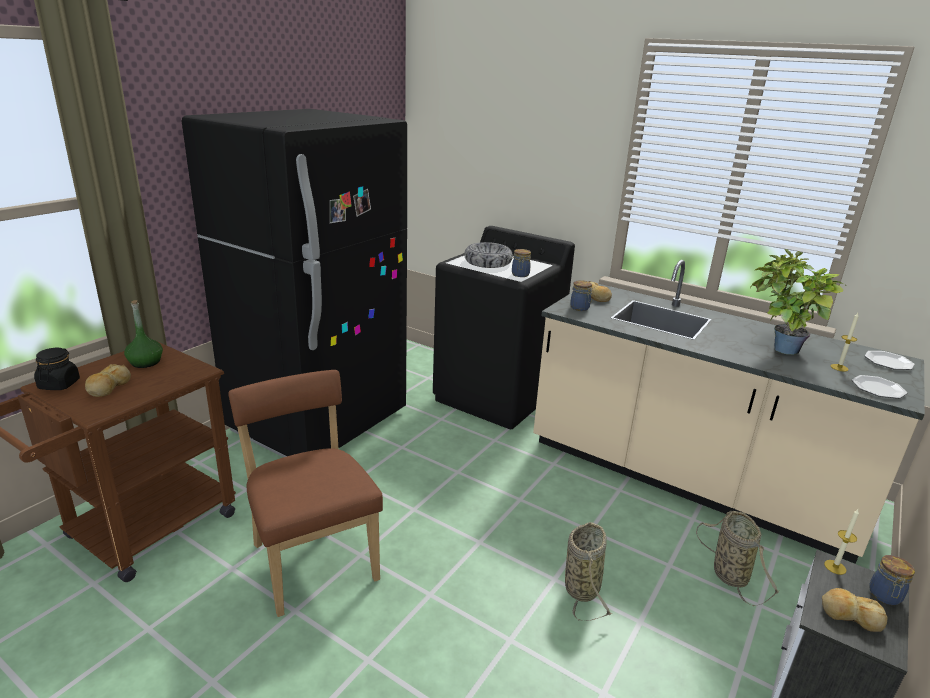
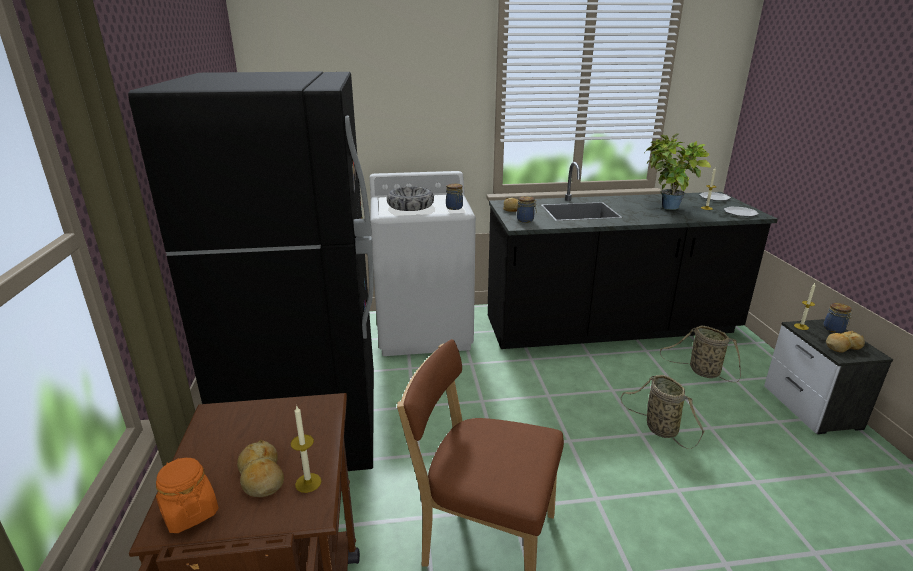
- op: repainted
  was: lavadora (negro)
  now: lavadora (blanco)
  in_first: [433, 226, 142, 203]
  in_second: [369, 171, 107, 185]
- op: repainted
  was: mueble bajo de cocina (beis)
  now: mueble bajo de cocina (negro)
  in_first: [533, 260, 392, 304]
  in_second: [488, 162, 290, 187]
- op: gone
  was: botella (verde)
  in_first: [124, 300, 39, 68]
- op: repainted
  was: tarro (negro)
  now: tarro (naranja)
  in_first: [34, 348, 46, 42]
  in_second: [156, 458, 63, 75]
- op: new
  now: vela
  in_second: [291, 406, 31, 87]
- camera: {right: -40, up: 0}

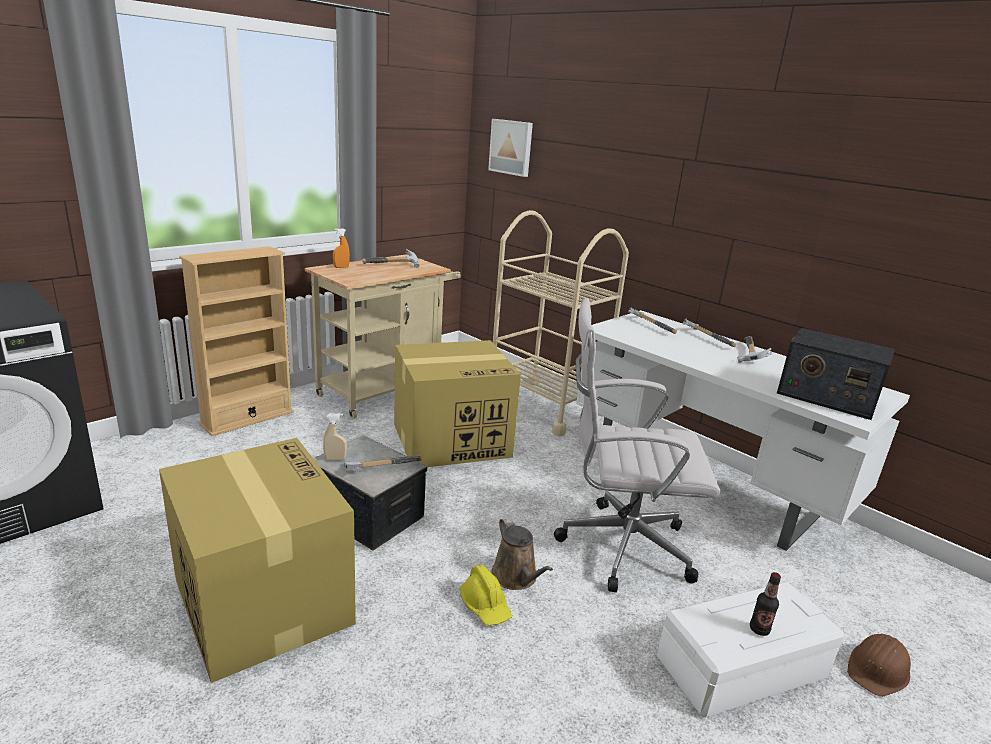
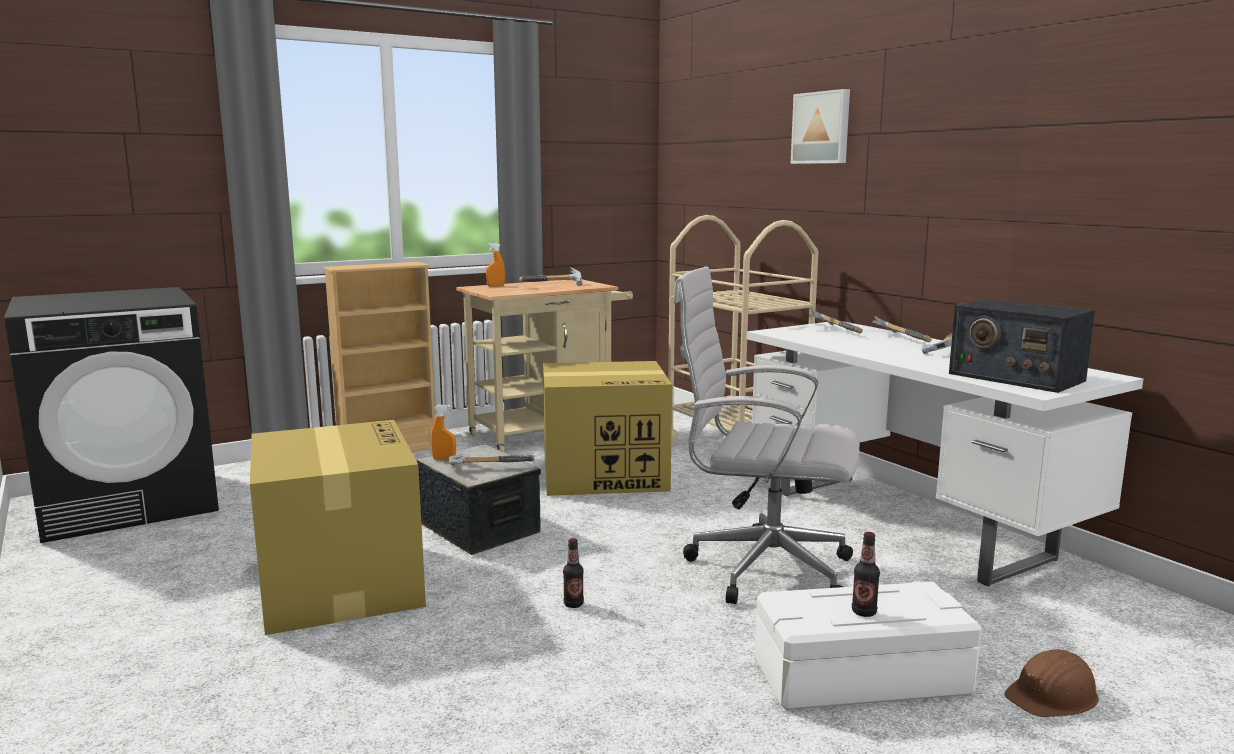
- op: shifted
  was: cuadro
  in_first: [488, 119, 45, 58]
  in_second: [791, 89, 59, 75]
- op: repainted
  was: pulverizador (beis)
  now: pulverizador (naranja)
  in_first: [323, 413, 24, 48]
  in_second: [431, 405, 25, 55]
- op: gone
  was: regadera (marrón)
  in_first: [491, 517, 62, 73]
- op: swapped
  was: casco (amarillo)
  now: botella
  in_first: [459, 565, 53, 60]
  in_second: [563, 538, 21, 70]
- camera: {right: 15, up: -10}

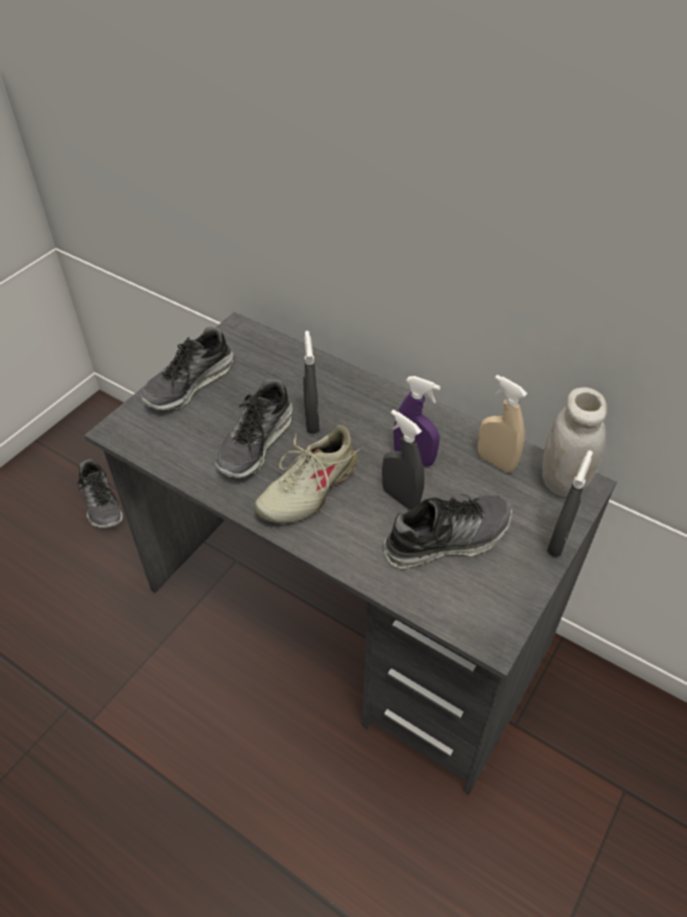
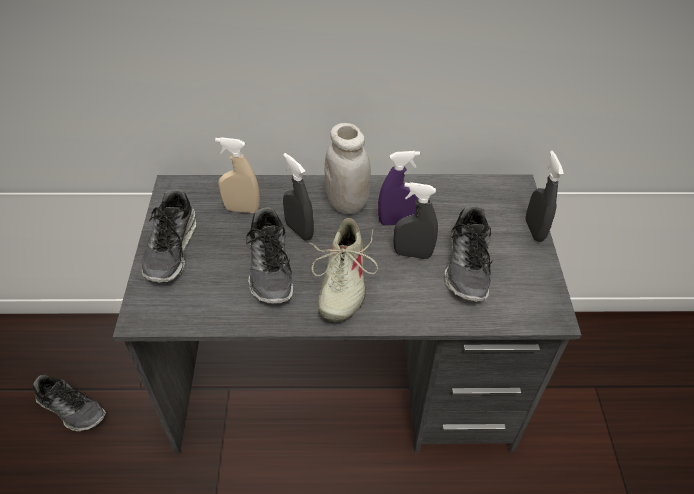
- op: shifted
  was: pulverizador (beis)
  in_first: [477, 375, 50, 98]
  in_second: [215, 137, 45, 76]
- op: shifted
  was: tarro (blanco)
  in_first: [542, 387, 65, 110]
  in_second: [325, 123, 46, 91]
- op: rotated
  was: zapato
  in_first: [384, 494, 128, 74]
  in_second: [445, 205, 48, 97]
  clockwise: 150
- camera: {right: -35, up: 0}

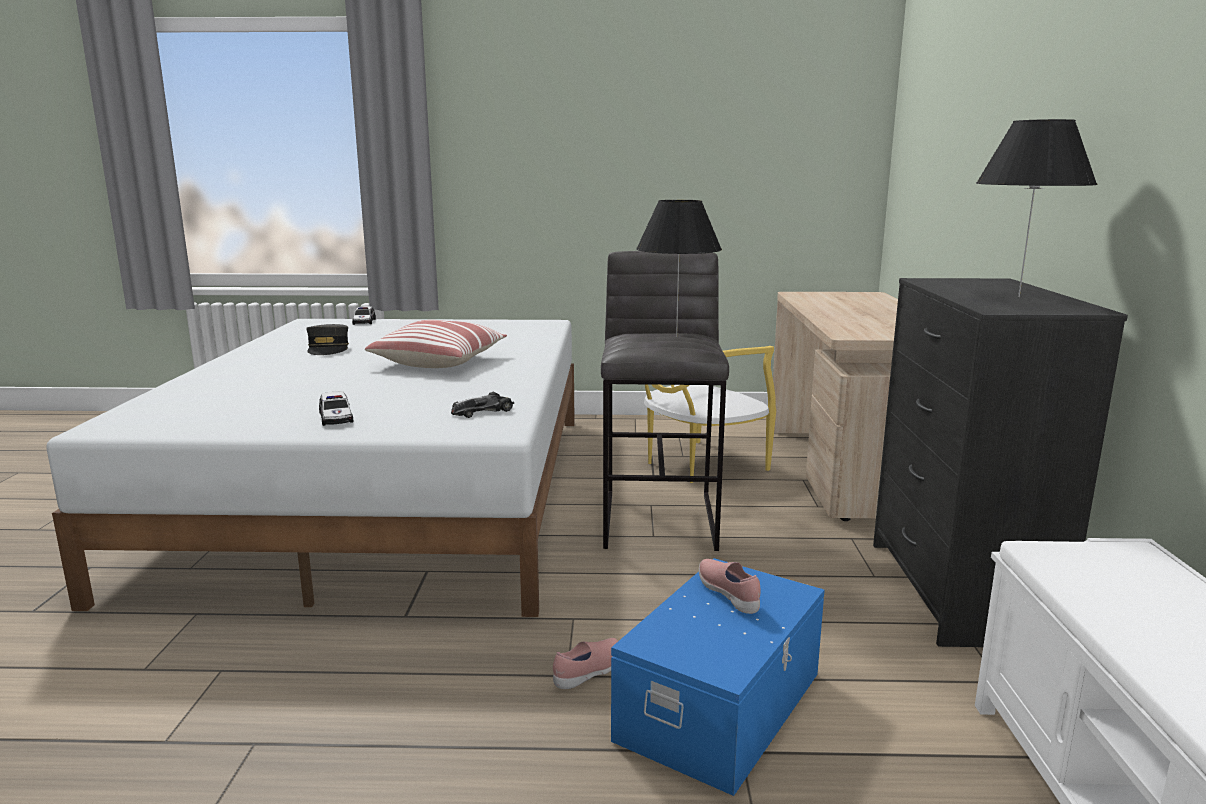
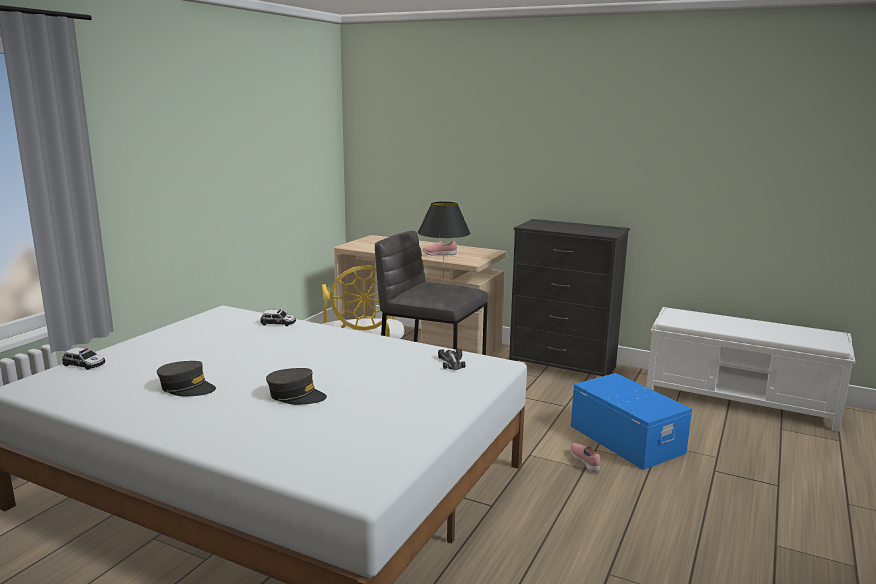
- op: gone
  was: lámpara de mesa (negro)
  in_first: [976, 119, 122, 178]
- op: gone
  was: cojín
  in_first: [365, 320, 142, 48]
- op: shifted
  was: coche de juguete
  in_first: [319, 391, 34, 35]
  in_second: [260, 309, 36, 17]
- op: shifted
  was: zapato (rosa)
  in_first: [699, 559, 62, 55]
  in_second: [422, 241, 35, 15]
- op: new
  now: gorra (gris)
  in_second: [266, 368, 61, 37]
- camera: {right: -65, up: 0}

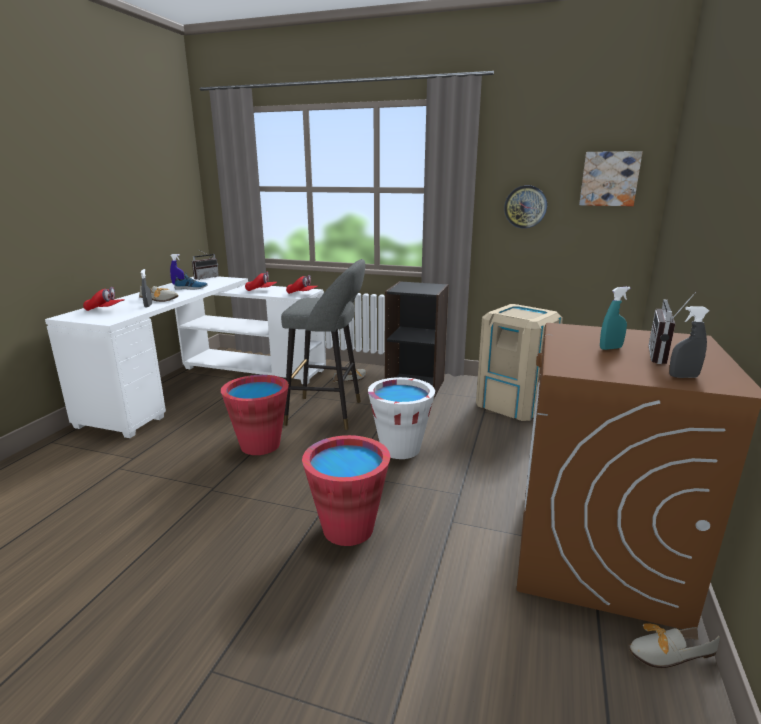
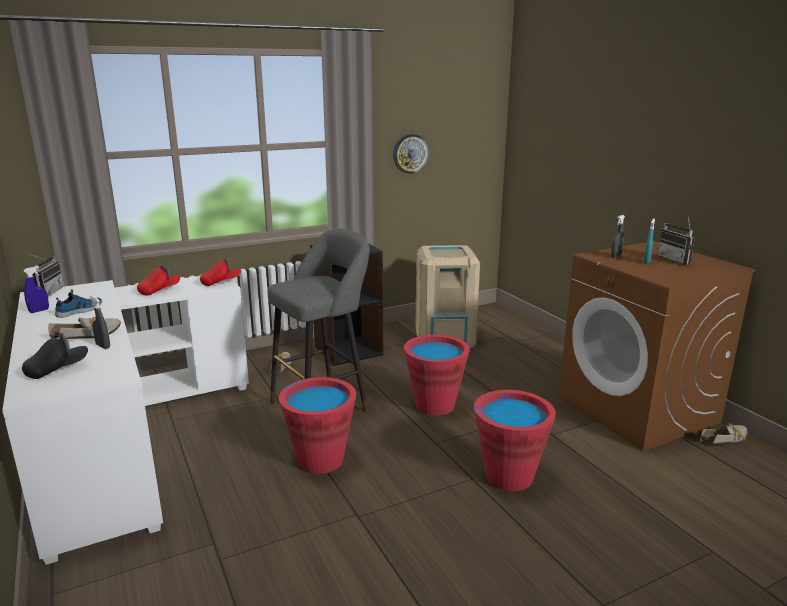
- op: gone
  was: cuadro
  in_first: [579, 151, 64, 55]
- op: repainted
  was: gorra (rojo)
  now: gorra (negro)
  in_first: [83, 287, 41, 24]
  in_second: [22, 333, 66, 46]
- op: shifted
  was: pulverizador (gris)
  in_first: [669, 306, 40, 72]
  in_second: [611, 215, 14, 43]
- op: repainted
  was: cubo (blanco)
  now: cubo (rojo)
  in_first: [368, 377, 67, 82]
  in_second: [404, 335, 66, 80]
- op: rotated
  was: zapato
  in_first: [629, 623, 91, 45]
  in_second: [700, 423, 48, 22]
  clockwise: -150
- camera: {right: -45, up: 0}

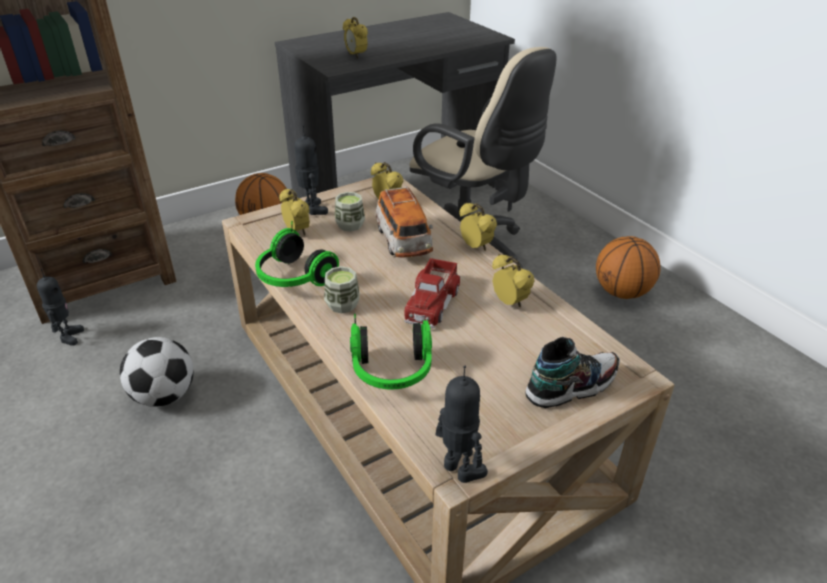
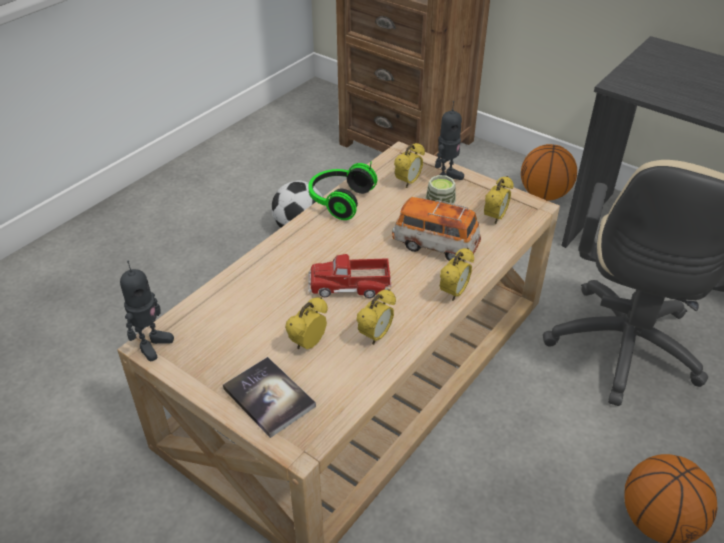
- op: shifted
  was: despertador
  in_first: [343, 17, 25, 42]
  in_second: [285, 297, 43, 52]
- op: rotated
  was: coche de juguete
  in_first: [375, 186, 58, 72]
  in_second: [392, 197, 89, 64]
  clockwise: 60
- op: gone
  was: taza
  in_first: [324, 266, 36, 47]
- op: gone
  was: robot de juguete
  in_first: [37, 269, 47, 77]
- op: gone
  was: auriculares
  in_first: [350, 314, 82, 75]
- op: swapped
  was: zapato
  now: libro
  in_first: [525, 337, 95, 71]
  in_second: [223, 357, 93, 81]
- camera: {right: 70, up: 5}

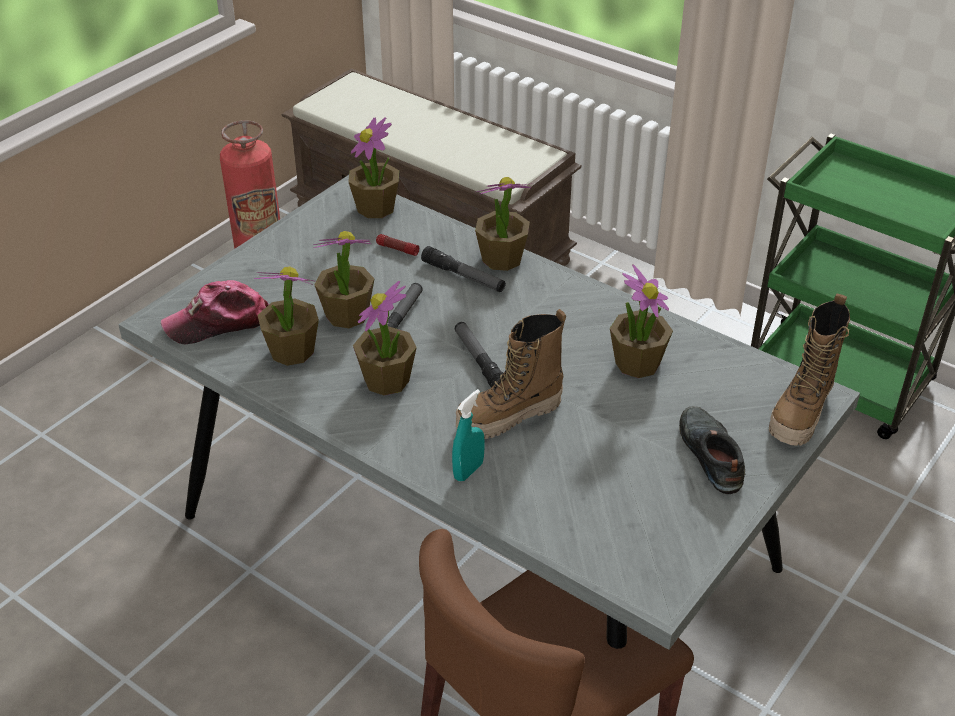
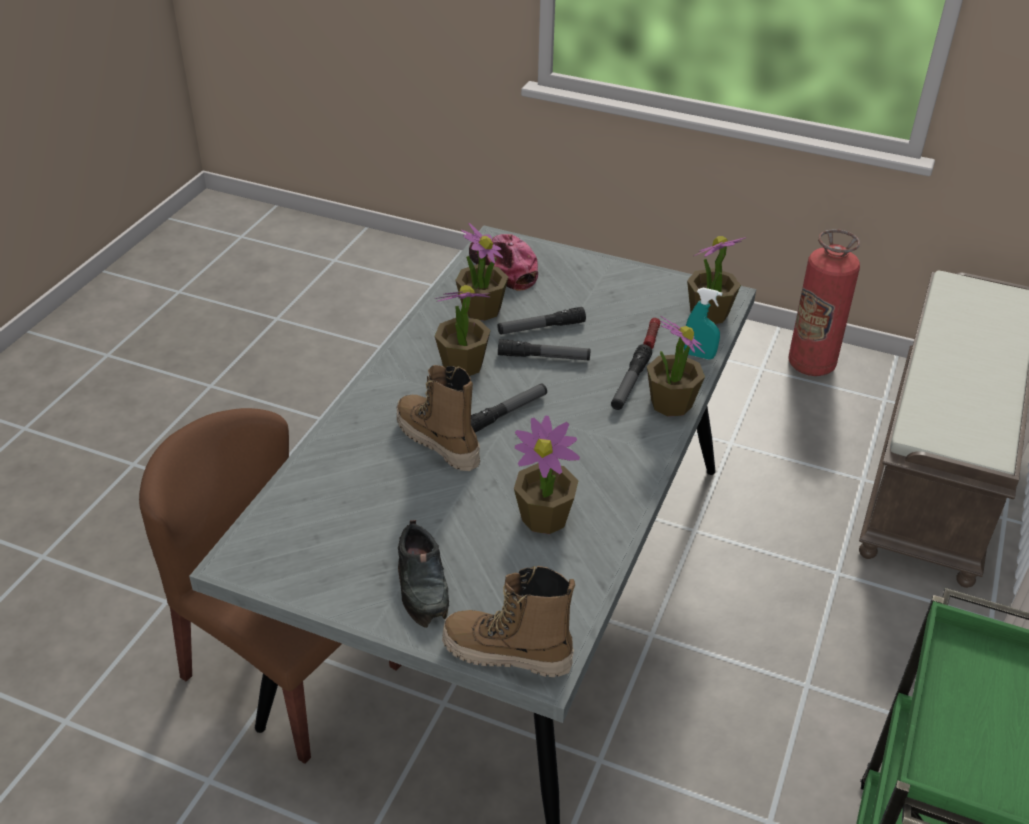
- op: swapped
  was: planta en maceta
  now: linterna
  in_first: [313, 231, 61, 97]
  in_second: [497, 307, 89, 27]
- op: shifted
  was: pulverizador (turquesa)
  in_first: [452, 389, 33, 92]
  in_second: [684, 288, 38, 71]
- op: rotated
  was: zapato (negro)
  in_first: [679, 406, 66, 88]
  in_second: [398, 520, 51, 108]
  clockwise: 105
- camera: {right: 75, up: 0}

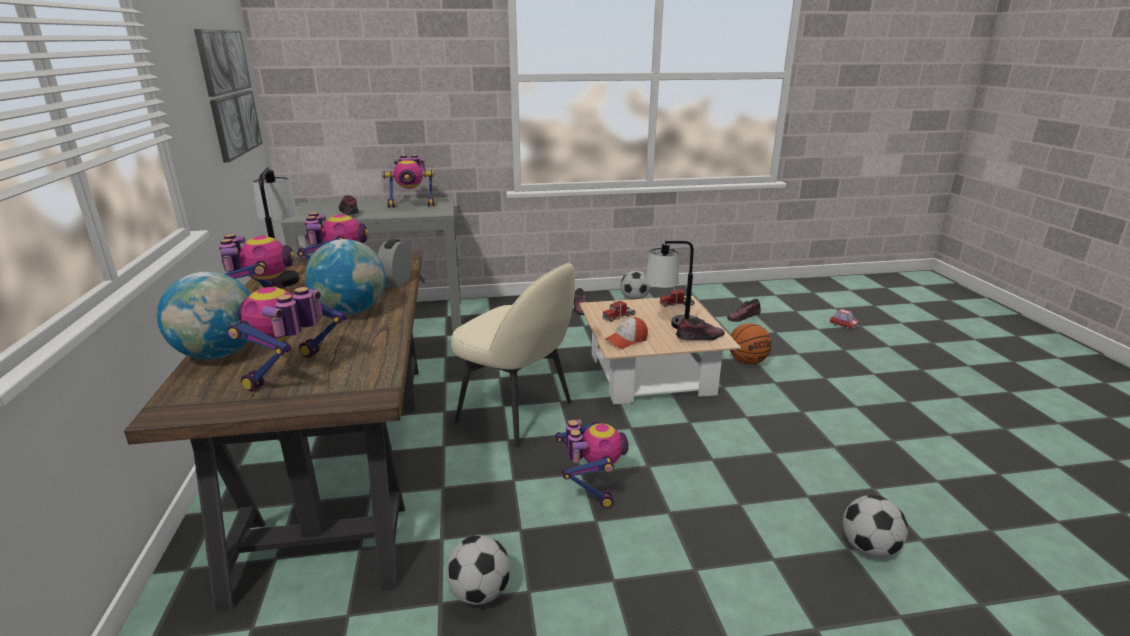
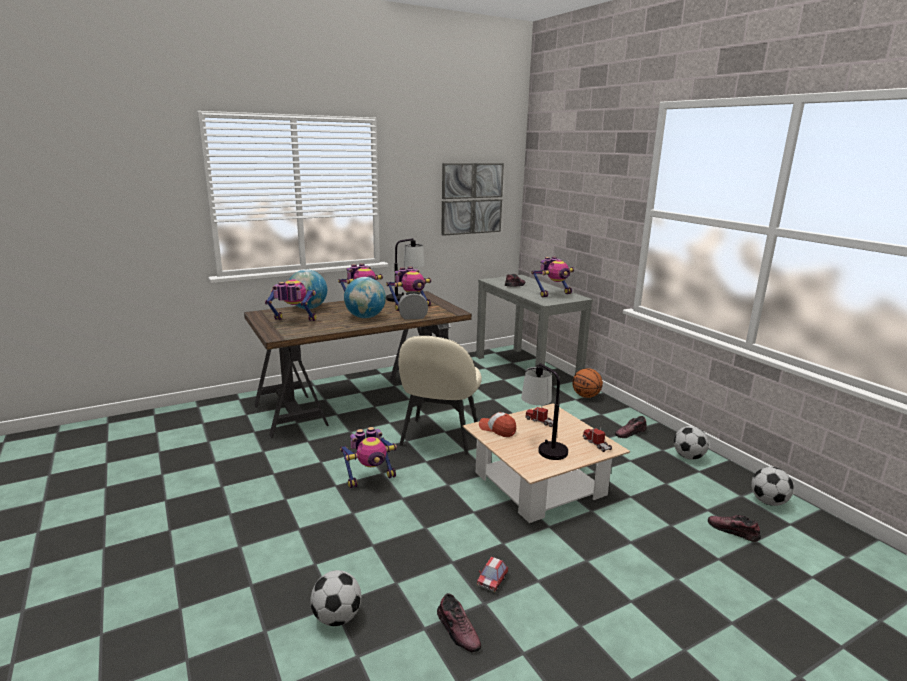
- op: rotated
  was: robot de juguete
  in_first: [382, 155, 53, 53]
  in_second: [531, 257, 43, 40]
  clockwise: -90
- op: shifted
  was: coche de juguete
  in_first: [830, 309, 29, 21]
  in_second: [477, 557, 31, 35]
- op: shifted
  was: zapato
  in_first: [676, 318, 49, 22]
  in_second: [437, 593, 44, 59]
- op: shifted
  was: balón de baloncesto
  in_first: [730, 323, 42, 42]
  in_second: [572, 368, 31, 30]
- op: shifted
  was: balón de fútbol
  in_first: [446, 535, 64, 70]
  in_second: [751, 467, 43, 39]
- camera: {right: 70, up: -5}

